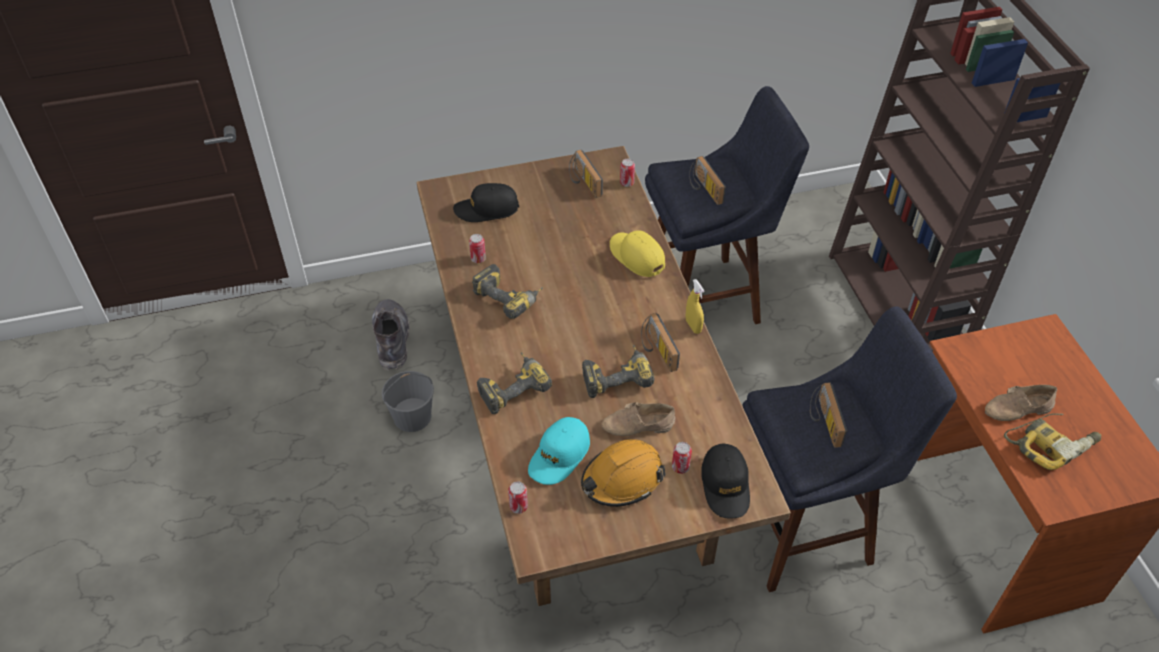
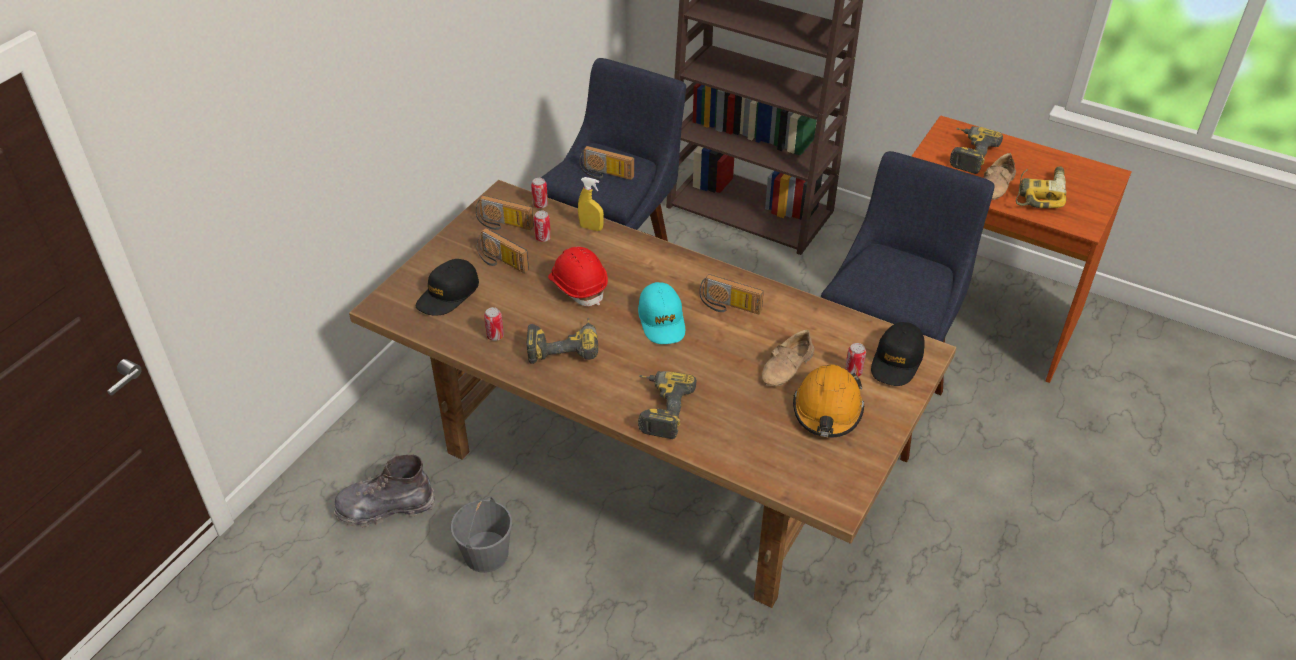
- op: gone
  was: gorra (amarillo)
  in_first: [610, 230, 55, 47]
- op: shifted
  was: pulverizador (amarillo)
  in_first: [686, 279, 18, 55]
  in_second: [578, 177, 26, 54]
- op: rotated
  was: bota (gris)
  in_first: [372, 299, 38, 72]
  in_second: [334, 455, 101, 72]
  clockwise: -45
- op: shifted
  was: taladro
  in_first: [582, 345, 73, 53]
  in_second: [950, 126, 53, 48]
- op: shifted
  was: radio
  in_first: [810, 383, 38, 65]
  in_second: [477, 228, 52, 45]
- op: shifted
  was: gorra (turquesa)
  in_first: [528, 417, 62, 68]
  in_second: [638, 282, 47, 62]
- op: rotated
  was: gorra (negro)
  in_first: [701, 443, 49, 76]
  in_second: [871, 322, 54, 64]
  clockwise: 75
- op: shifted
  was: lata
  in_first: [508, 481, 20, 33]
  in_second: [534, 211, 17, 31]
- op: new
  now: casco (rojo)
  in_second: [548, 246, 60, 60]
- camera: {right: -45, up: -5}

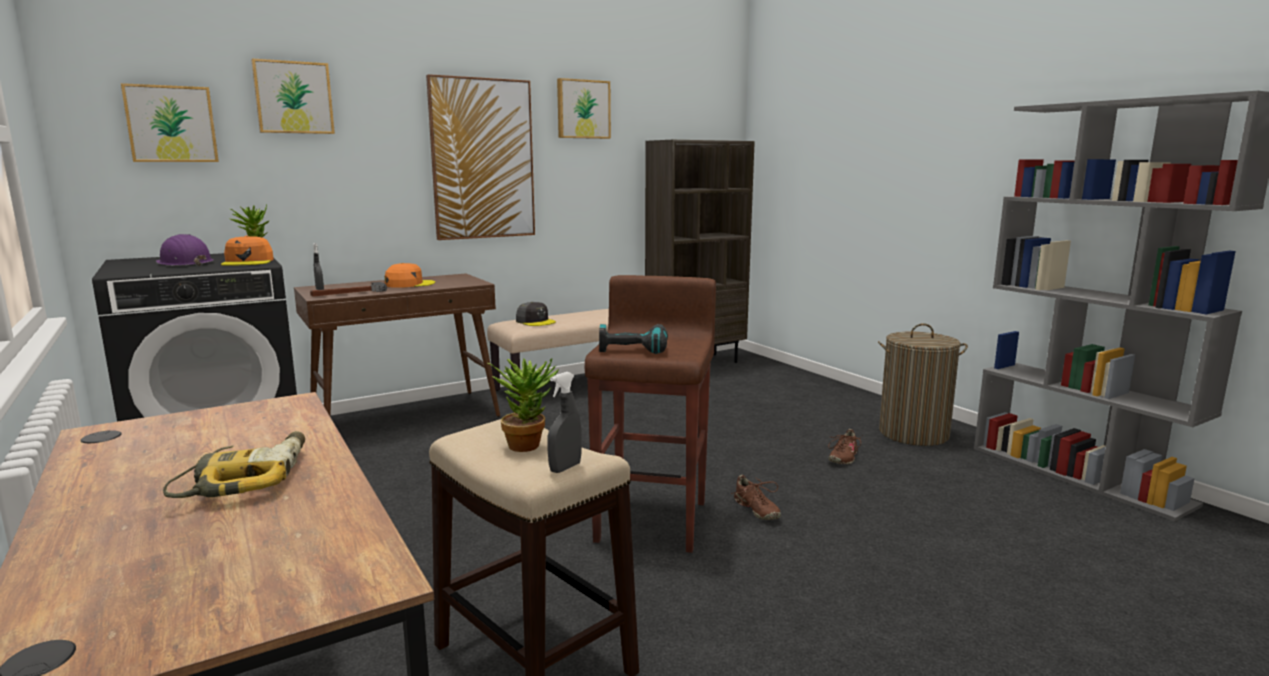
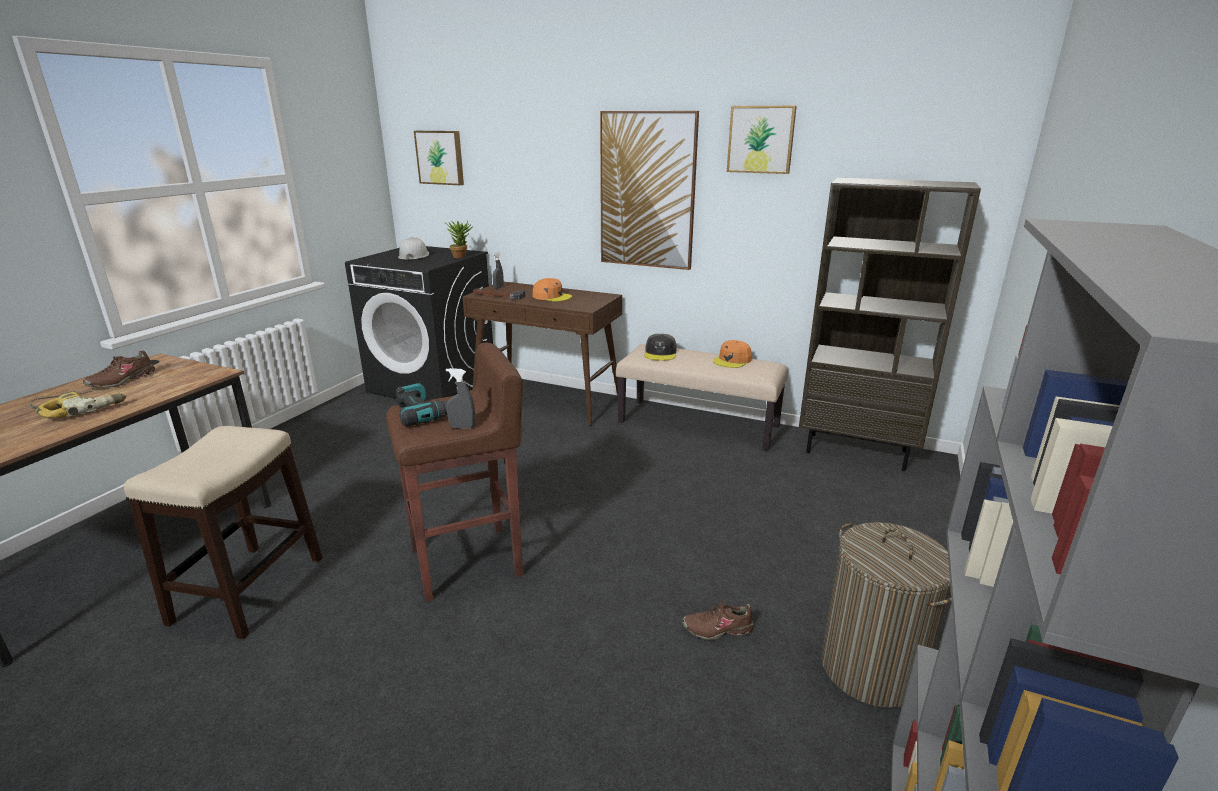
- op: gone
  was: cuadro
  in_first: [251, 58, 84, 76]
- op: repainted
  was: casco (morado)
  now: casco (blanco)
  in_first: [156, 234, 58, 32]
  in_second: [398, 237, 31, 24]
- op: shifted
  was: gorra (naranja)
  in_first: [221, 236, 53, 30]
  in_second: [713, 340, 39, 28]
- op: gone
  was: planta en maceta
  in_first: [487, 358, 72, 94]
- op: shifted
  was: pulverizador (gris)
  in_first: [547, 372, 35, 101]
  in_second: [446, 368, 29, 61]
- op: shifted
  was: zapato (marrón)
  in_first: [731, 475, 50, 45]
  in_second: [83, 350, 72, 37]
- camera: {right: 55, up: 10}

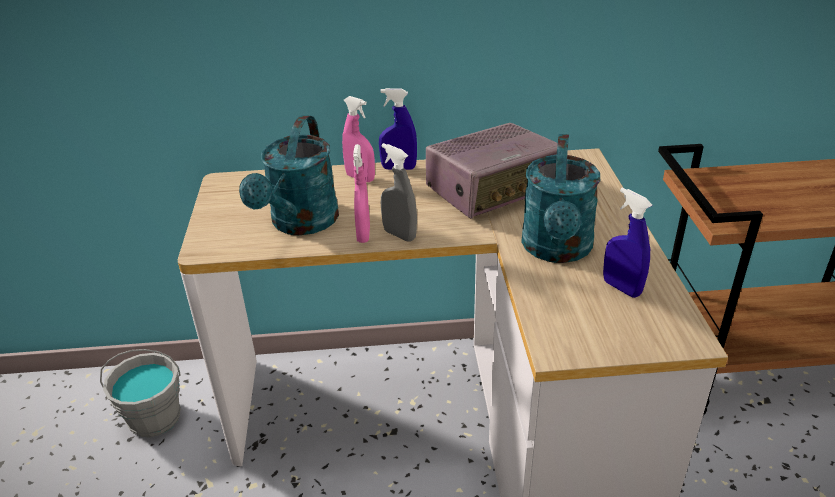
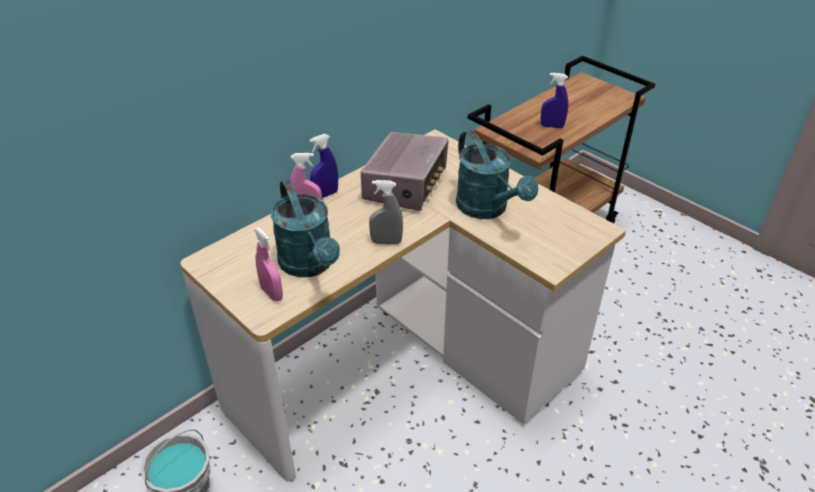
- op: shifted
  was: pulverizador (rosa)
  in_first: [353, 144, 17, 99]
  in_second: [254, 228, 29, 73]
- op: shifted
  was: pulverizador (azul)
  in_first: [603, 187, 49, 111]
  in_second: [541, 73, 27, 55]
- camera: {right: -40, up: 5}

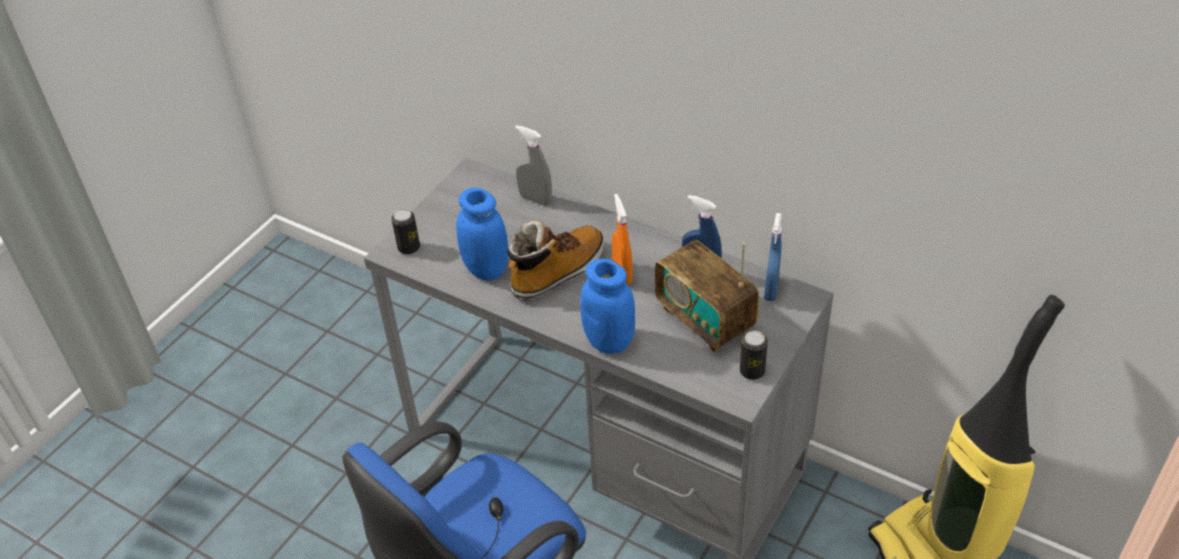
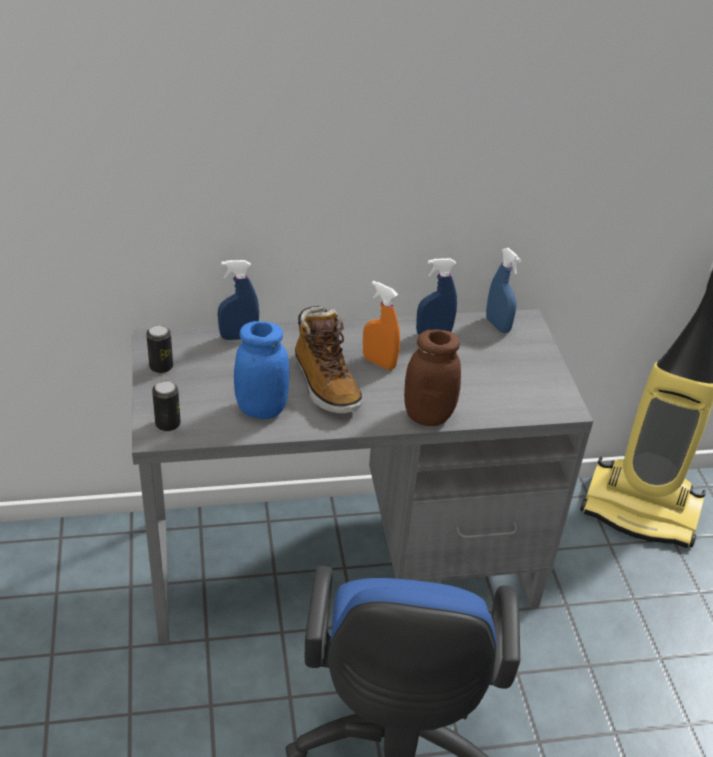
- op: repainted
  was: pulverizador (gris)
  now: pulverizador (azul)
  in_first: [515, 125, 37, 81]
  in_second: [218, 260, 41, 80]
- op: rotated
  was: bota
  in_first: [507, 220, 97, 81]
  in_second: [295, 306, 68, 107]
  clockwise: 150
- op: gone
  was: radio
  in_first: [655, 240, 105, 113]
- op: repainted
  was: tarro (azul)
  now: tarro (marrón)
  in_first: [580, 258, 55, 96]
  in_second: [404, 329, 57, 97]
- op: shifted
  was: lata
  in_first: [740, 330, 28, 50]
  in_second: [146, 325, 27, 48]
- camera: {right: -45, up: -5}

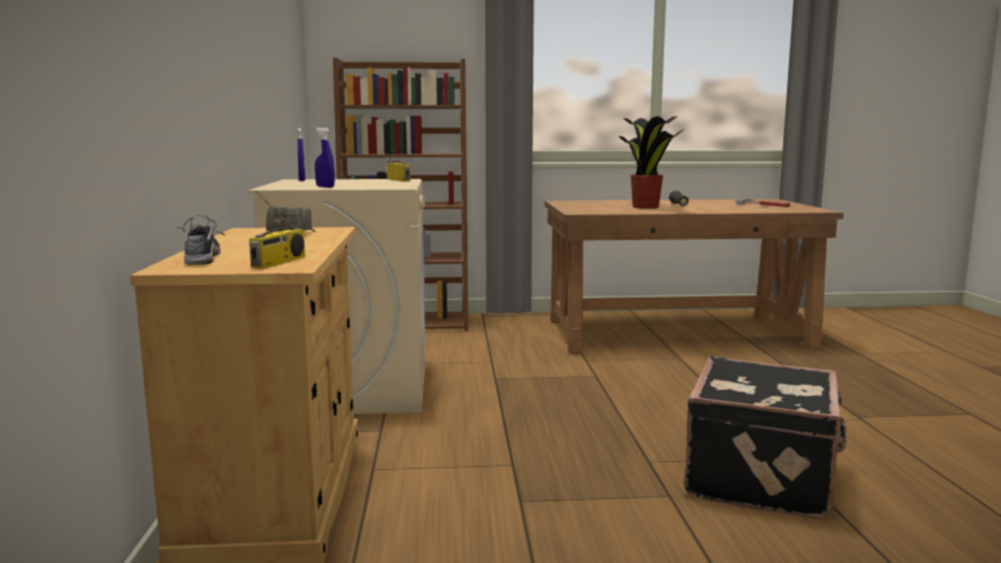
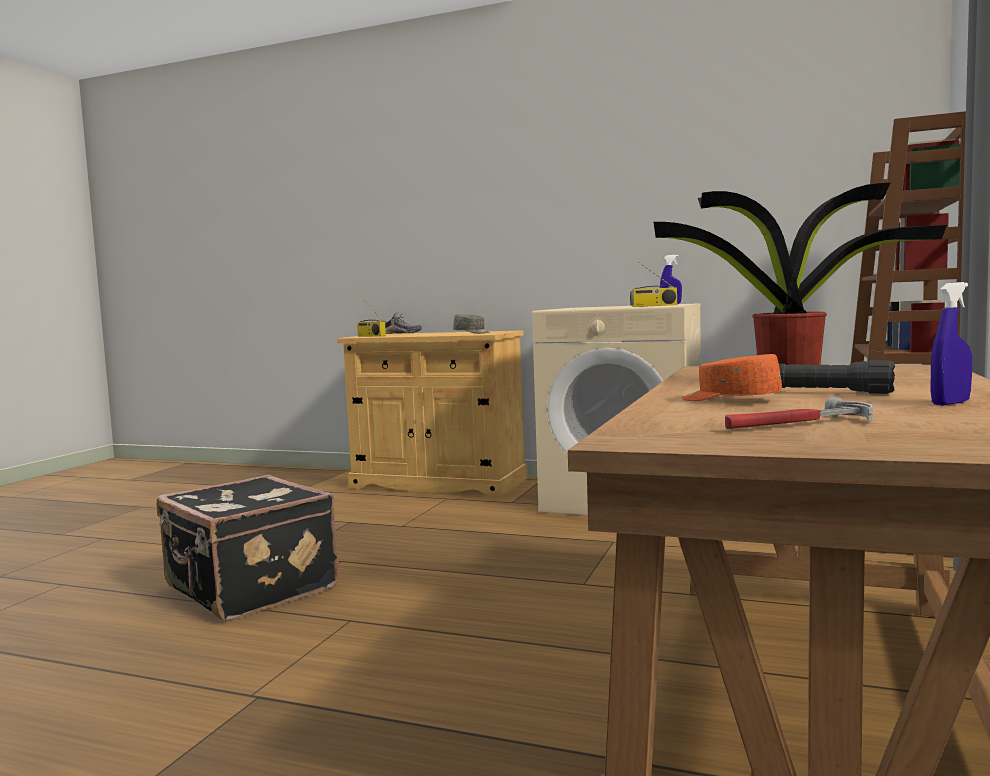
- op: shifted
  was: pulverizador (azul)
  in_first: [315, 128, 20, 60]
  in_second: [930, 282, 42, 123]
- op: new
  now: gorra (naranja)
  in_second: [682, 354, 100, 47]
- camera: {right: 115, up: -5}

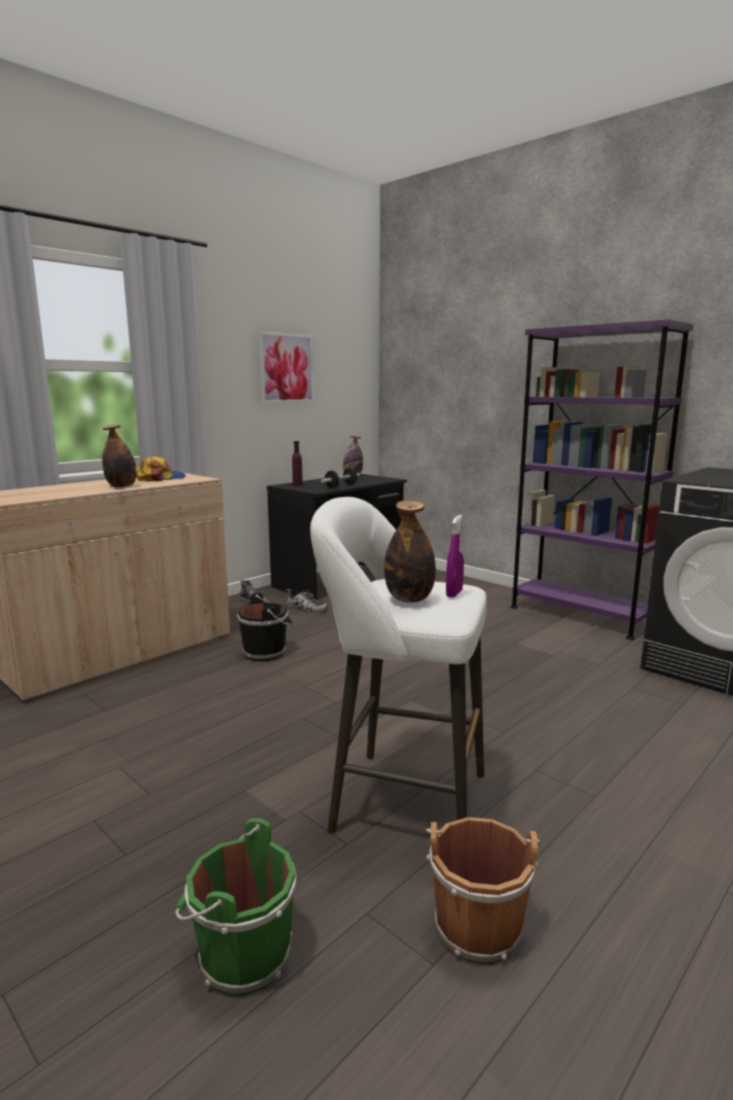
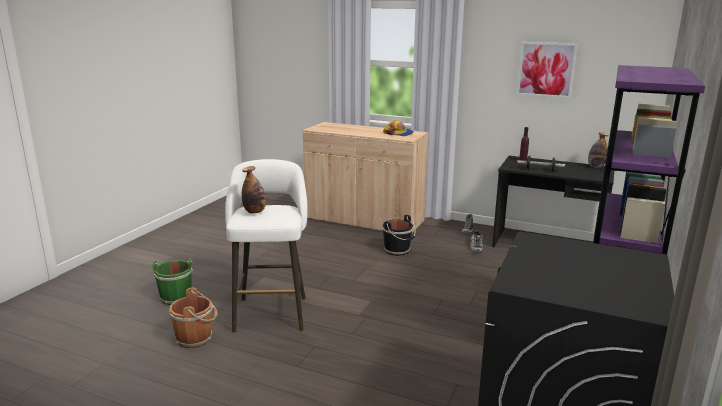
- op: gone
  was: botella
  in_first: [102, 424, 35, 64]
- op: gone
  was: pulverizador (morado)
  in_first: [446, 515, 18, 82]
- camera: {right: 70, up: 5}

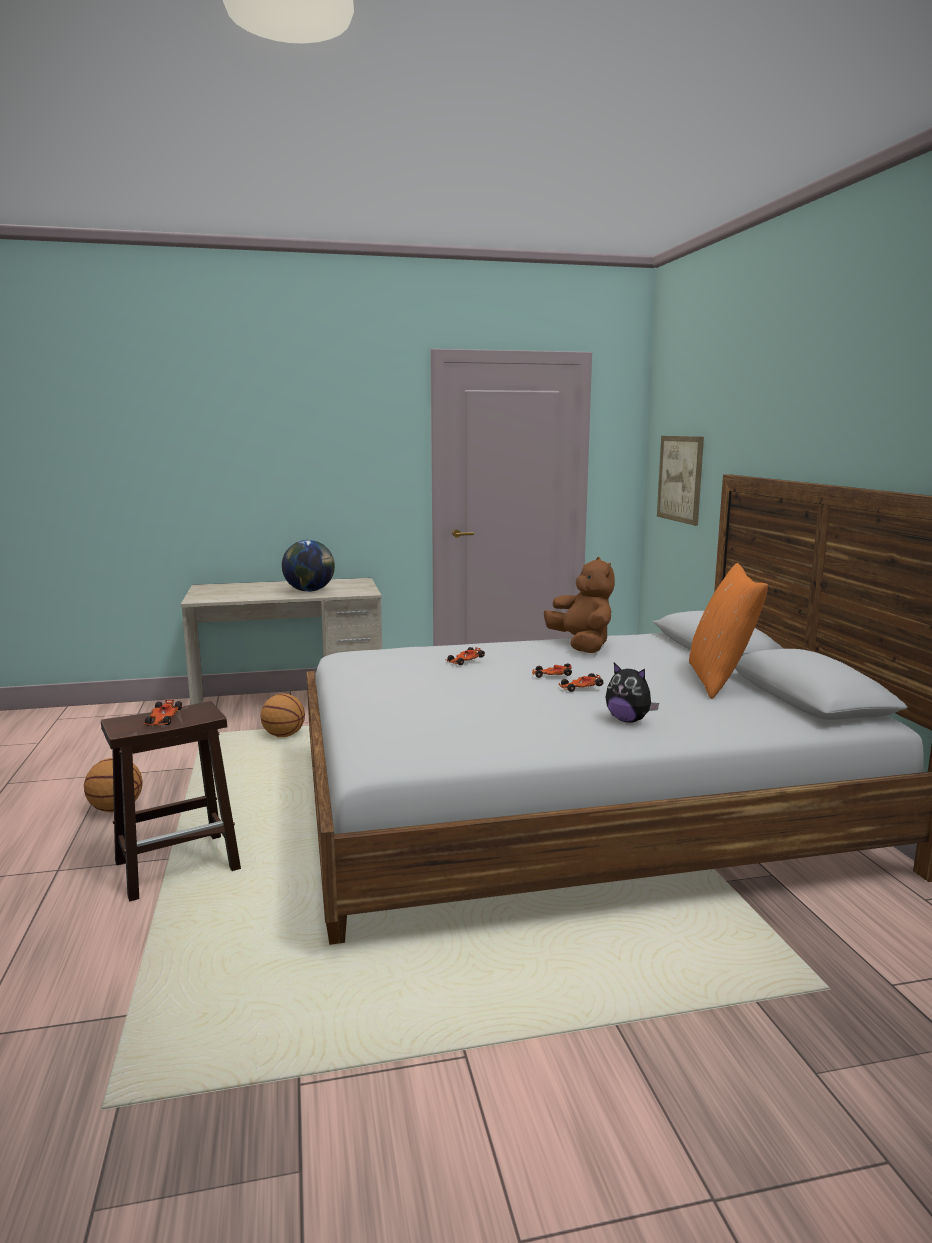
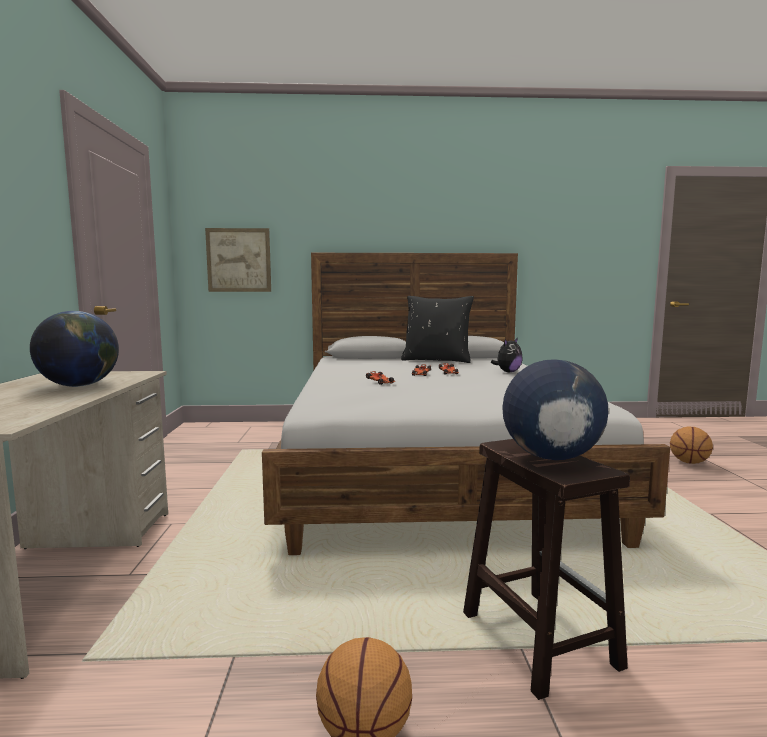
- op: gone
  was: peluche (marrón)
  in_first: [544, 557, 71, 96]
- op: repainted
  was: cojín (naranja)
  now: cojín (negro)
  in_first: [689, 563, 79, 136]
  in_second: [401, 296, 73, 67]
- op: shifted
  was: balón de baloncesto
  in_first: [260, 694, 45, 43]
  in_second: [670, 426, 43, 38]
- op: swapped
  was: coche de juguete
  now: globo terráqueo
  in_first: [143, 700, 39, 26]
  in_second: [502, 359, 106, 101]
- camera: {right: -80, up: -5}

